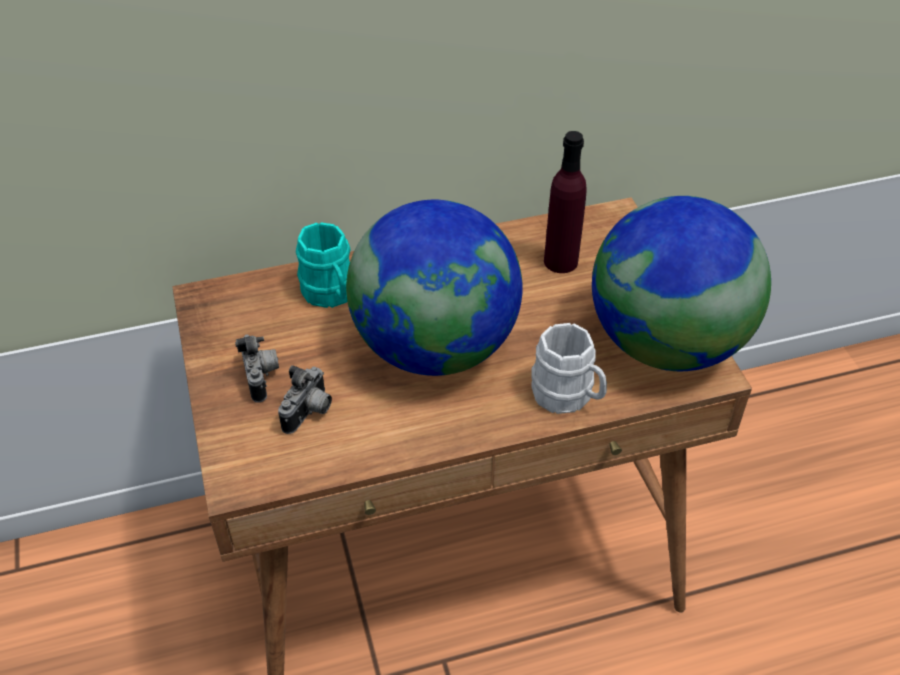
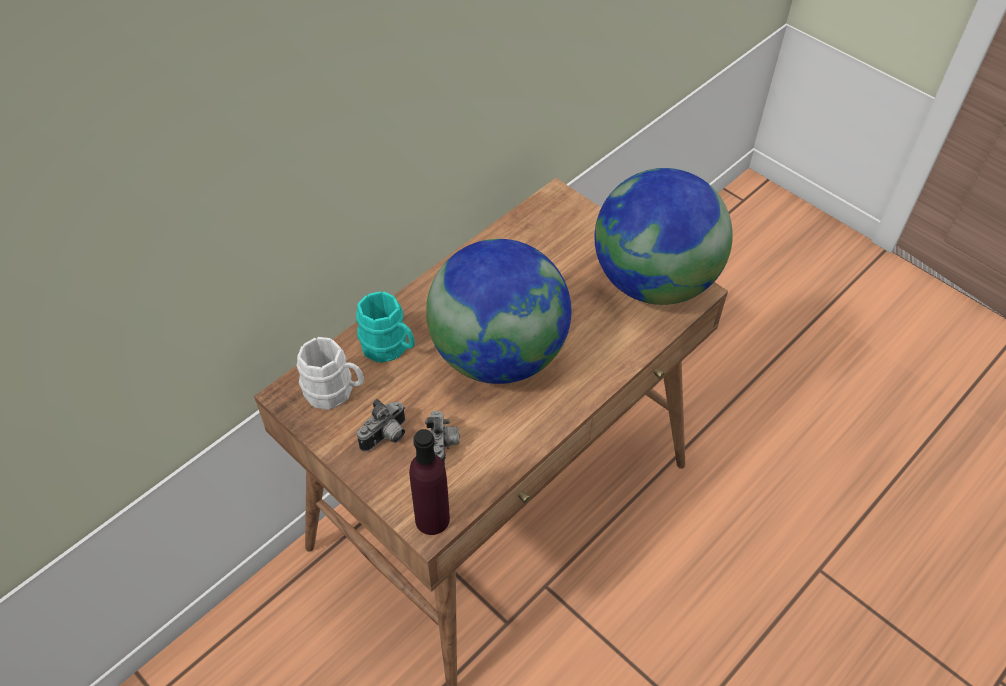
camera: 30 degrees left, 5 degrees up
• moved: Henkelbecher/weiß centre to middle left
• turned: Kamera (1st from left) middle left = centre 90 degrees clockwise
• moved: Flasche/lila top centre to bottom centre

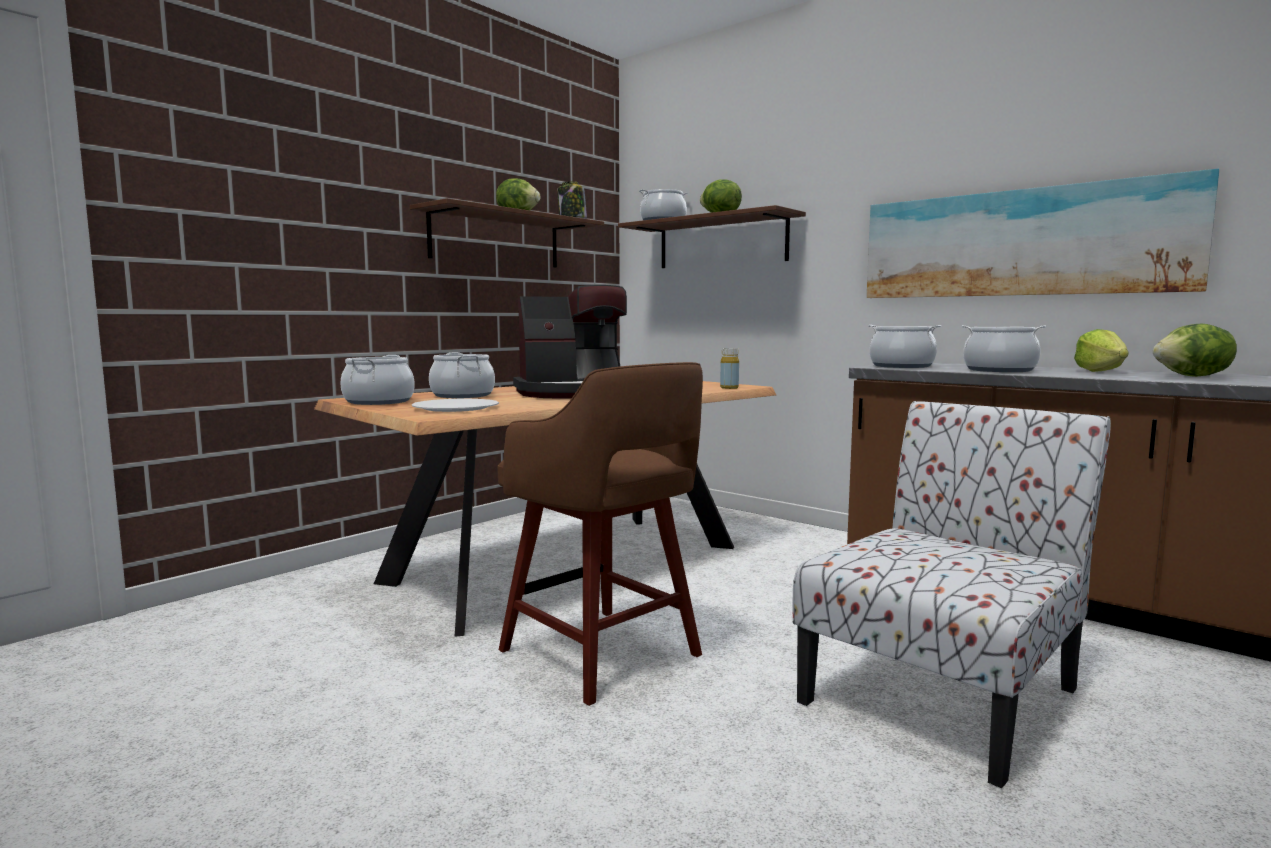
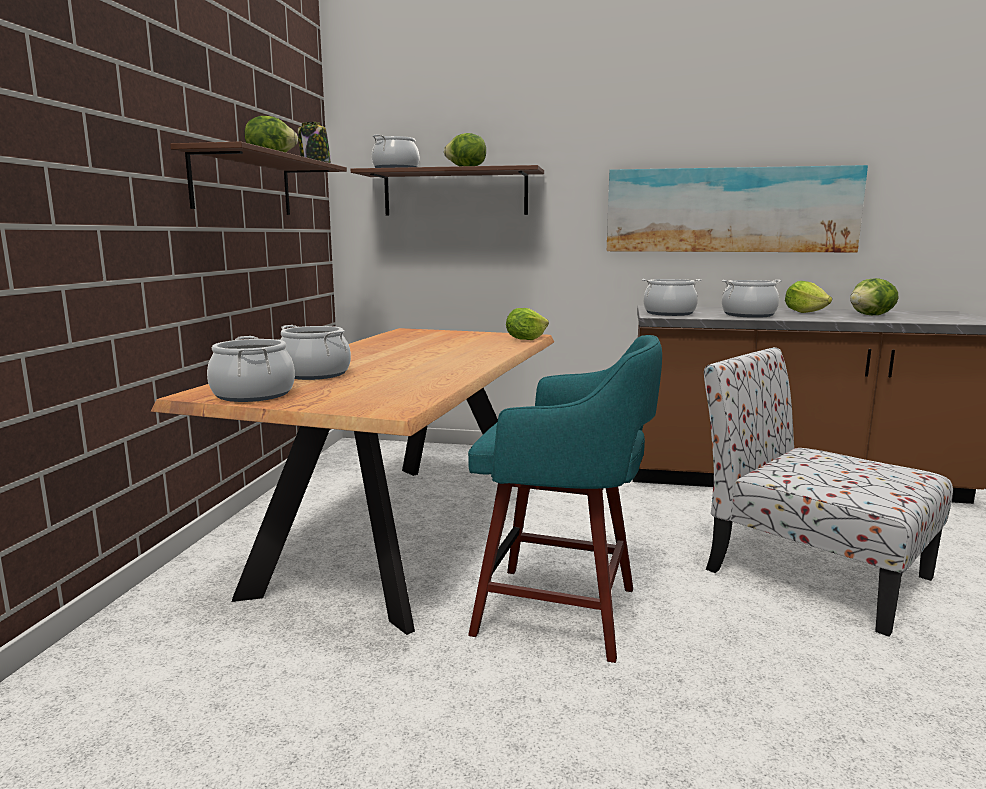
camera: 30 degrees left, 5 degrees up
• recoloured: Hocker/braun centre to Hocker/türkis centre
• replaced: Flasche/gelb centre to Salatkopf (3rd from left) centre
• turned: Stuhl bottom right = middle right 60 degrees counterclockwise
• removed: Teller/weiß centre
• removed: Kaffeemaschine centre

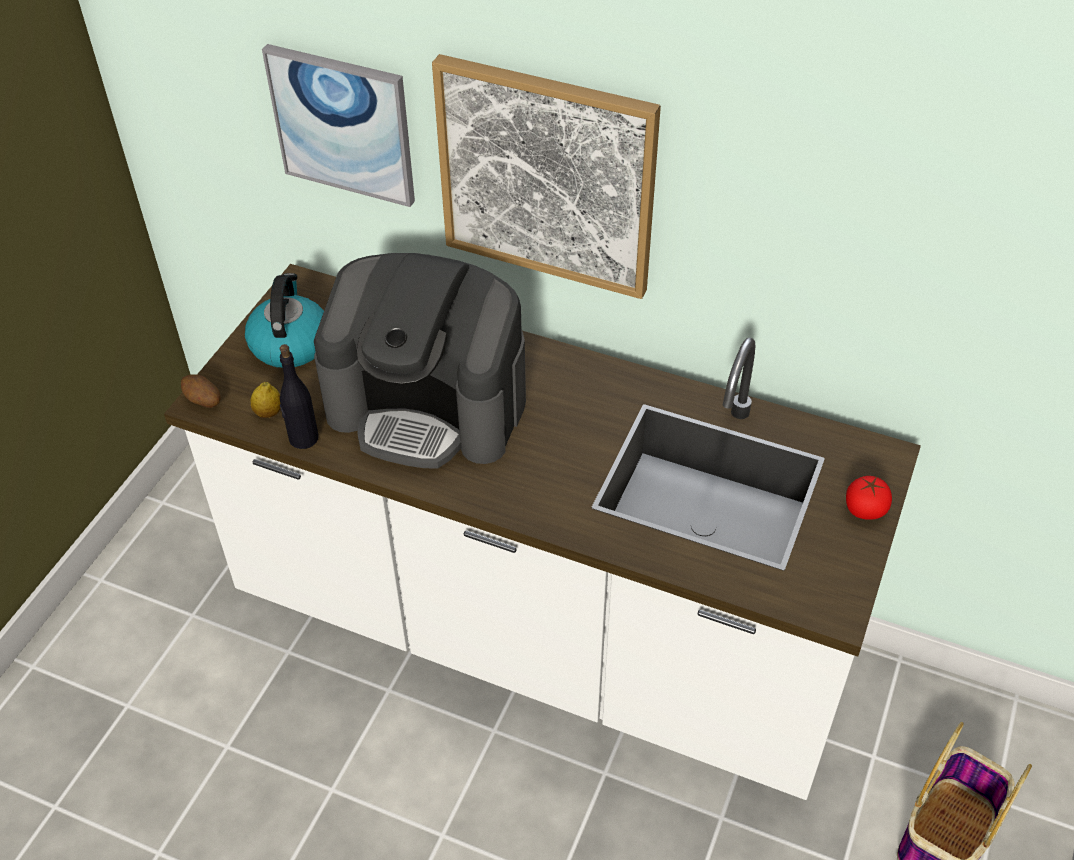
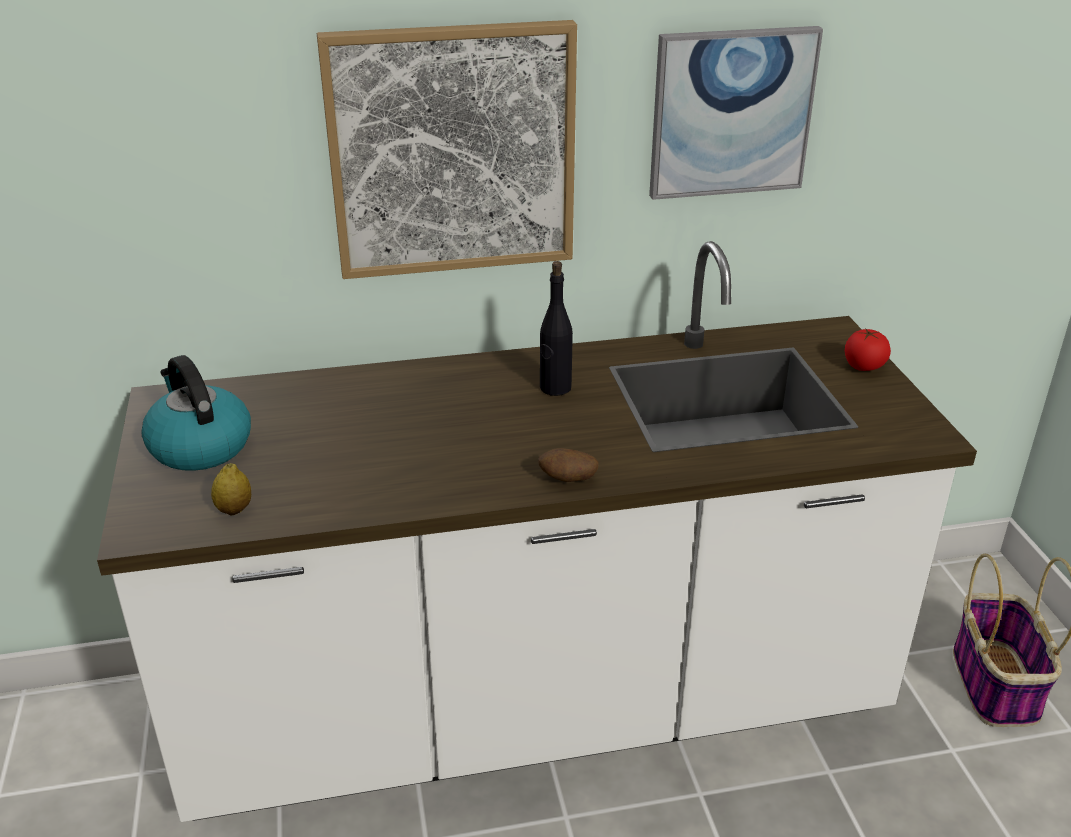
camera: 35 degrees left, 15 degrees down
• moved: Kartoffel middle left to centre
• moved: Flasche/schwarz middle left to centre
• moved: Bild (1st from left in the first image) top left to Bild (2nd from left) top right
• removed: Kaffeemaschine centre

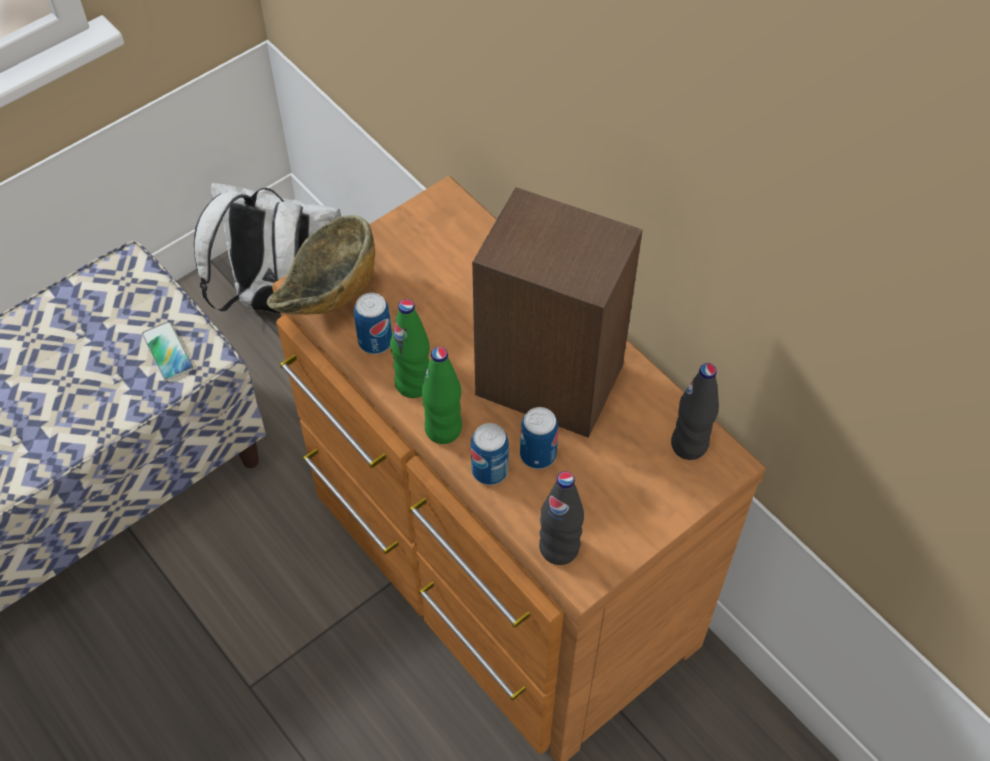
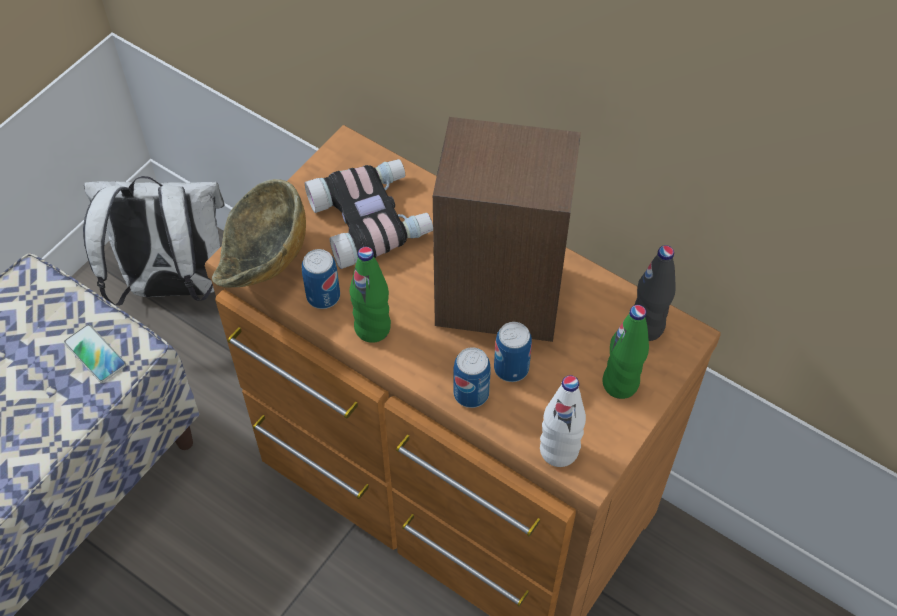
camera: 15 degrees left, 0 degrees up
• added: Fernglas centre
• recoloured: Flasche/schwarz (1st from left) bottom centre to Flasche/weiß bottom centre
• moved: Flasche/grün (2nd from left) centre to middle right

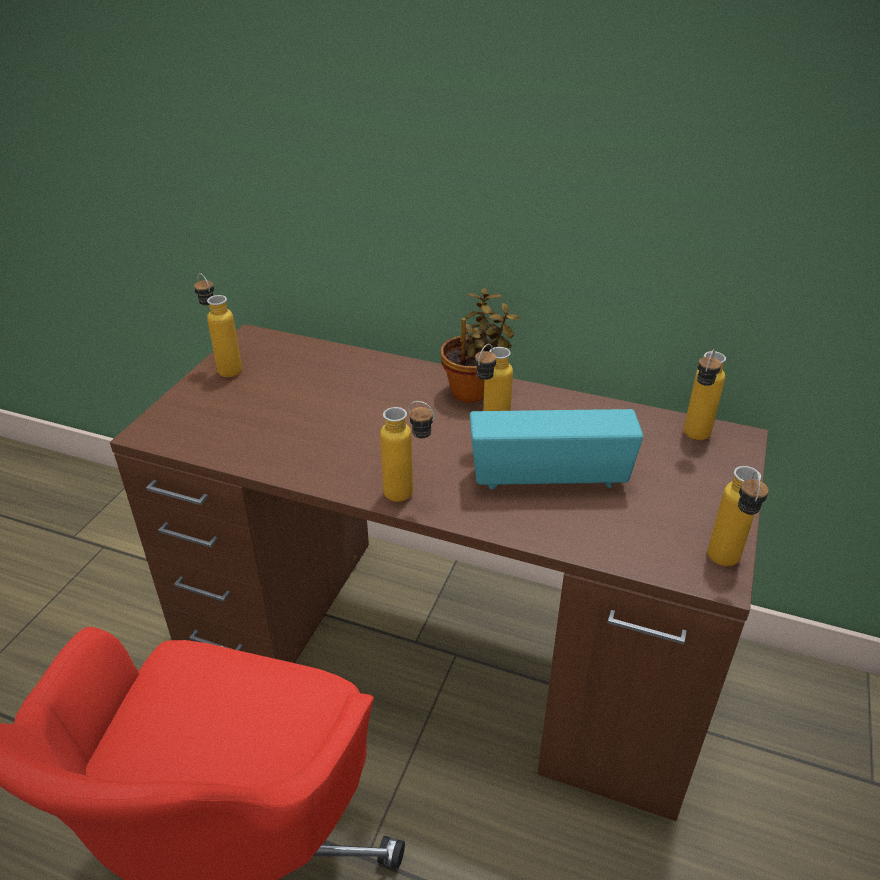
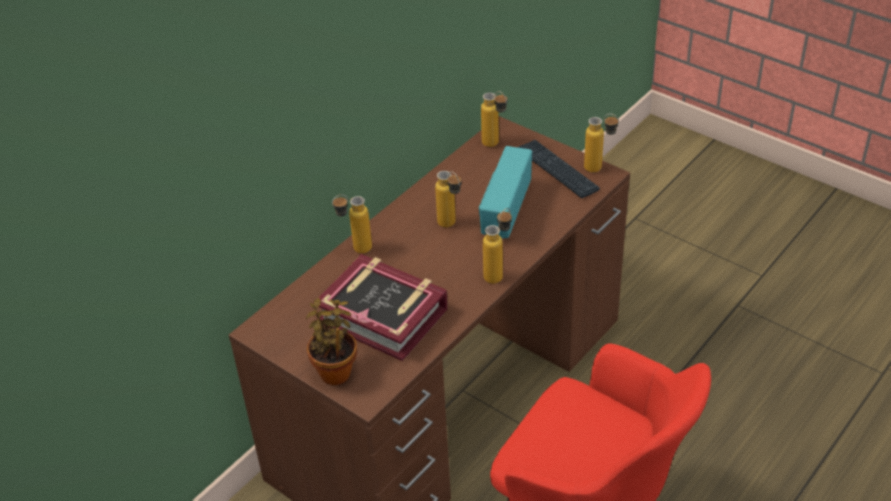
camera: 70 degrees left, 5 degrees up
• moved: Topfpflanze centre to bottom centre
• added: Buch centre
• moved: Flasche (1st from left) middle left to centre
• added: Tastatur centre

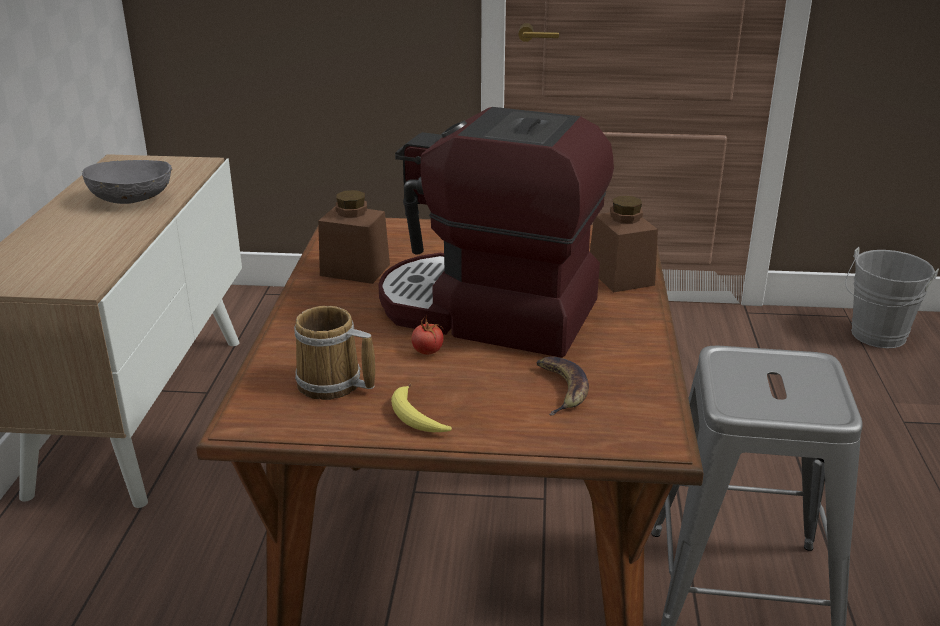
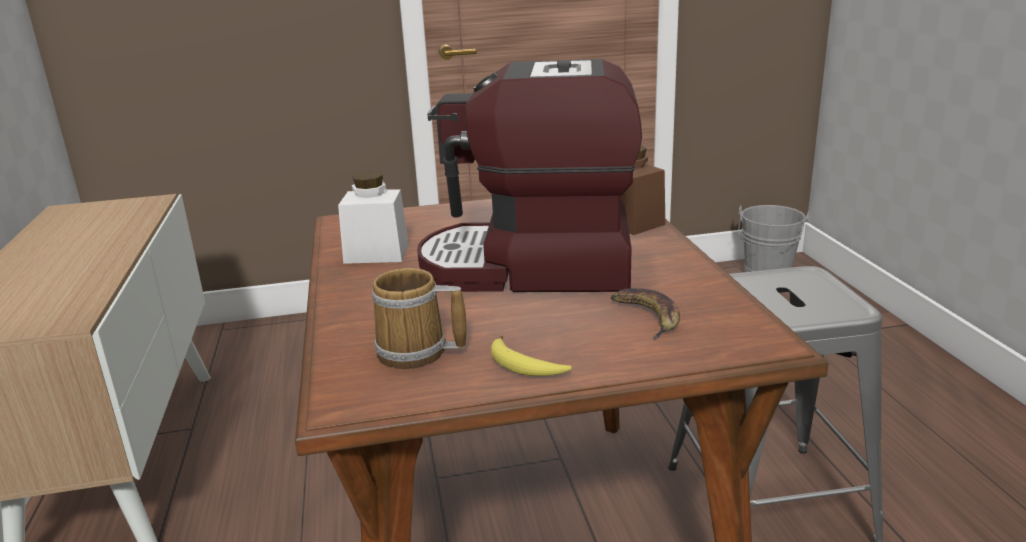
camera: 15 degrees left, 5 degrees down
• recoloured: Vorratsglas/braun (1st from left) centre to Vorratsglas/weiß centre
• removed: Schüssel/grau top left
• removed: Tomate centre

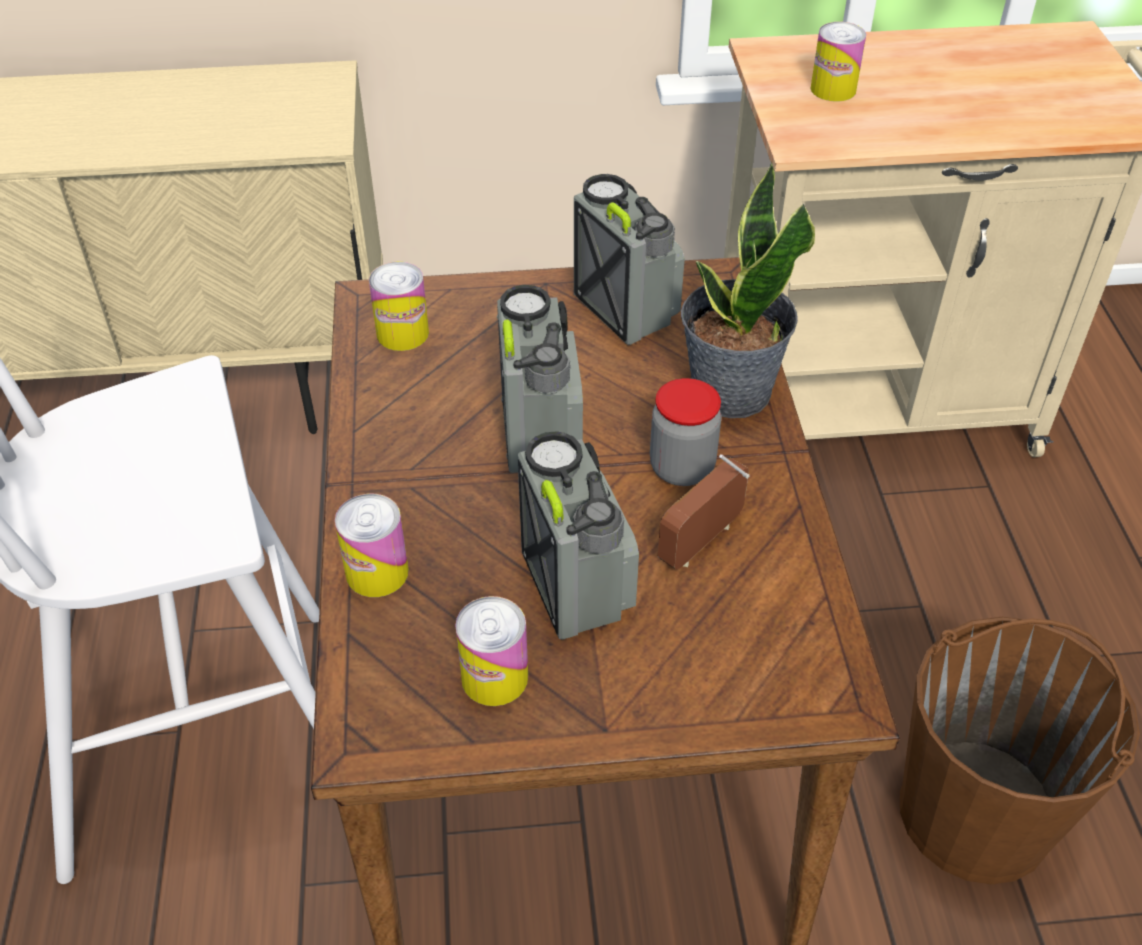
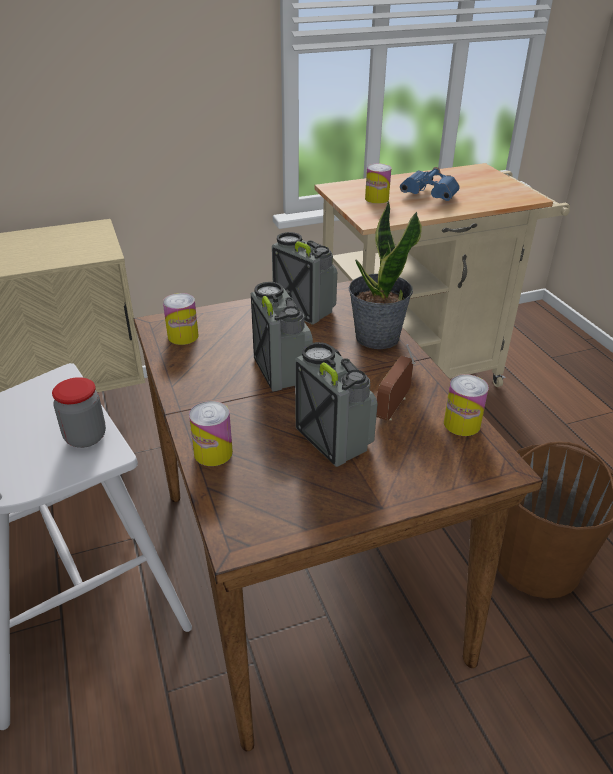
camera: 15 degrees left, 10 degrees down
• moved: Vorratsglas centre to middle left
• added: Fernglas/blau top right
• moved: Dose (3rd from left in the first image) bottom centre to Dose (4th from left) middle right

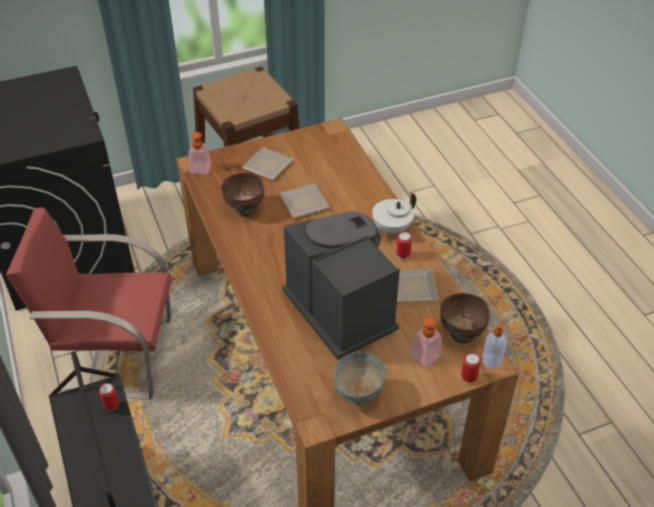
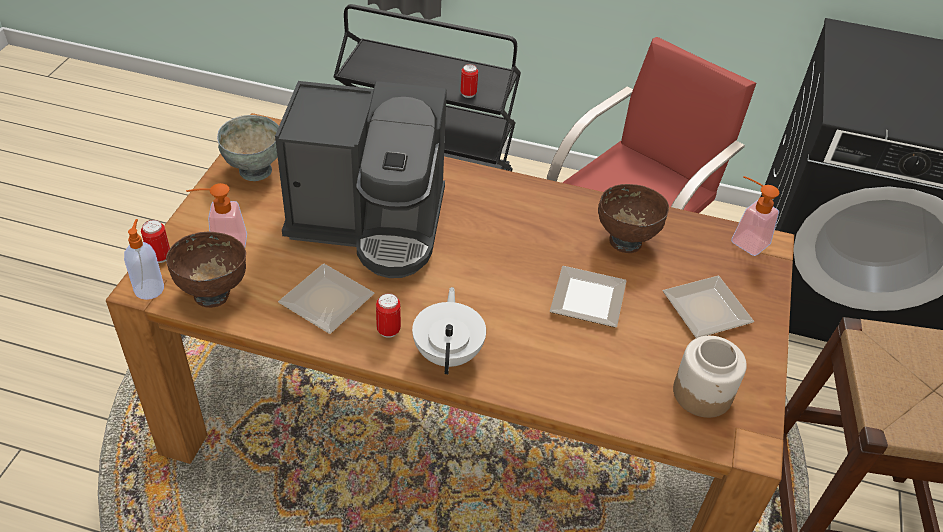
camera: 125 degrees right, 0 degrees up
• added: Vorratsglas bottom right

